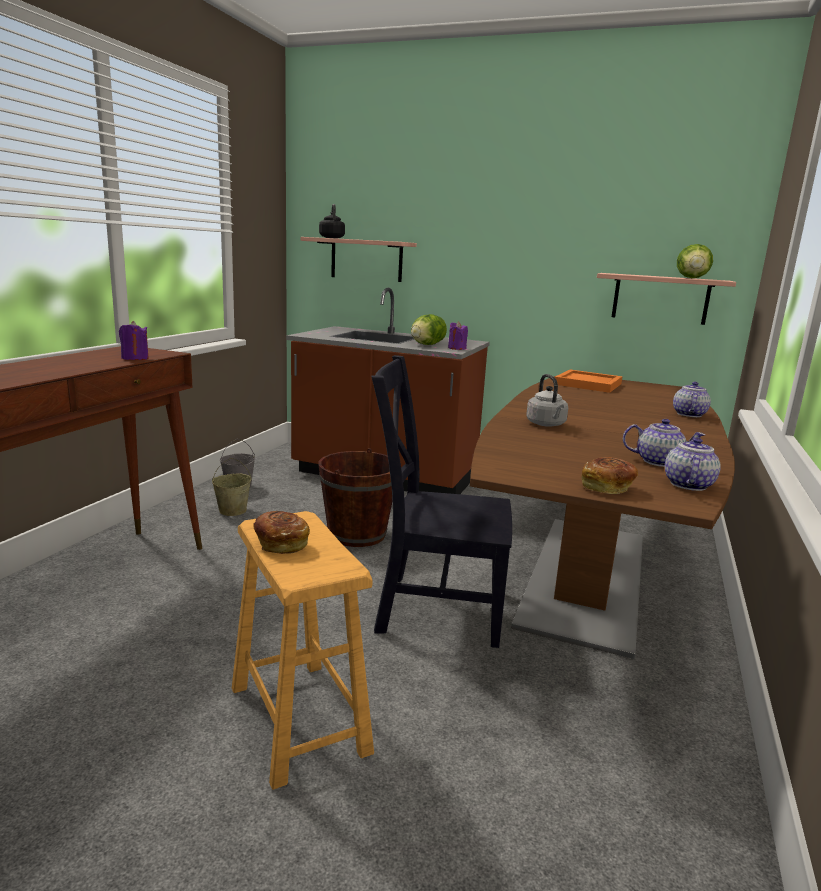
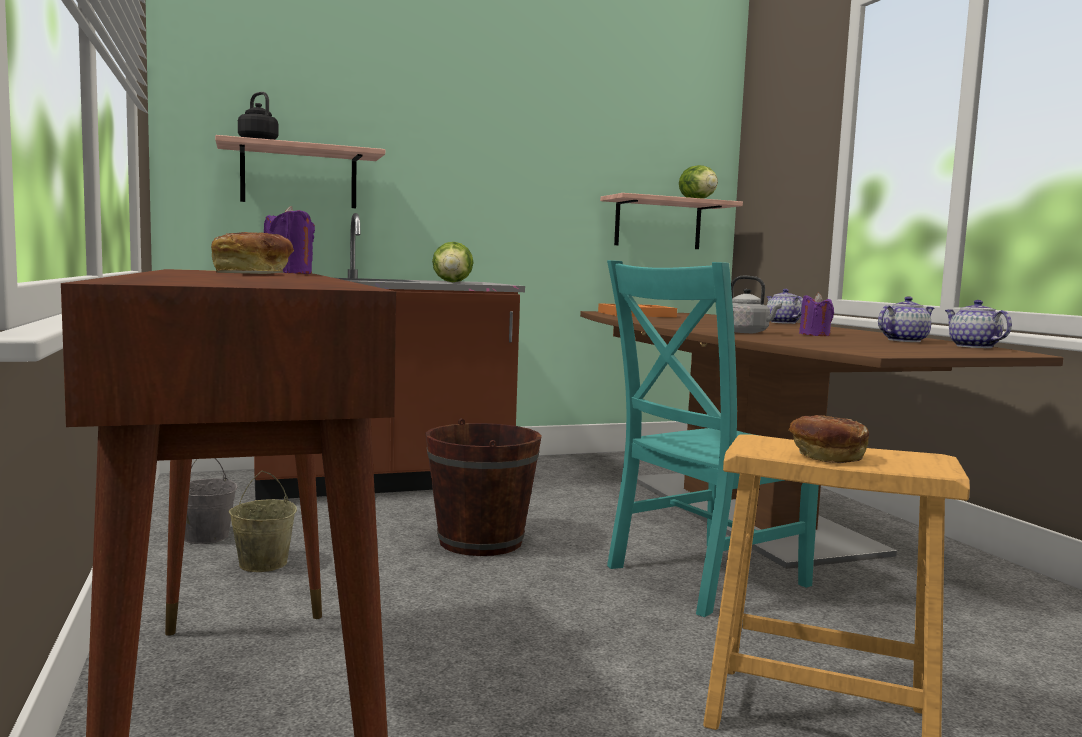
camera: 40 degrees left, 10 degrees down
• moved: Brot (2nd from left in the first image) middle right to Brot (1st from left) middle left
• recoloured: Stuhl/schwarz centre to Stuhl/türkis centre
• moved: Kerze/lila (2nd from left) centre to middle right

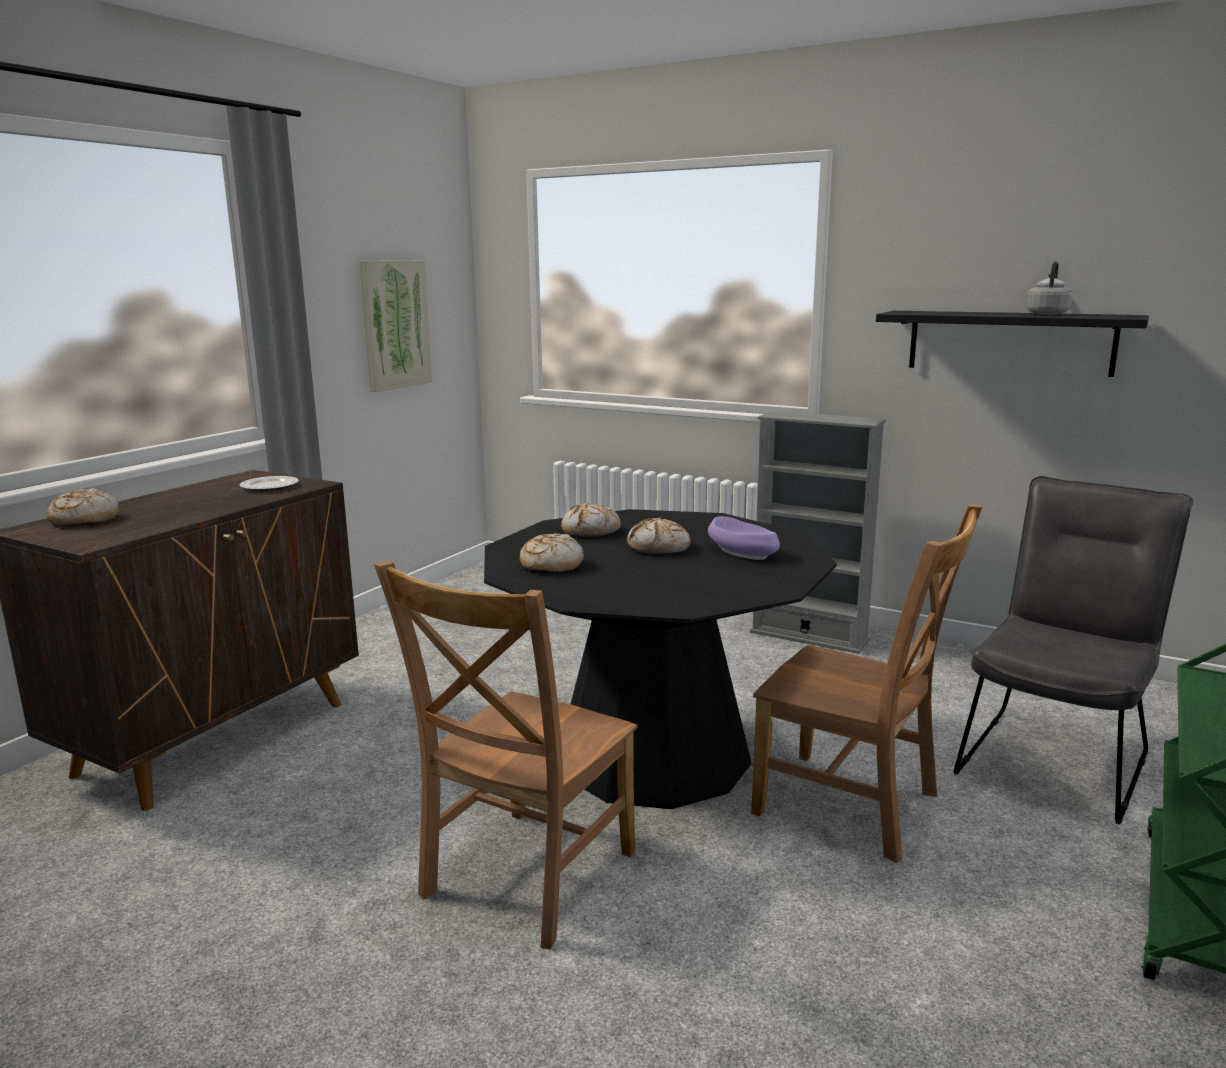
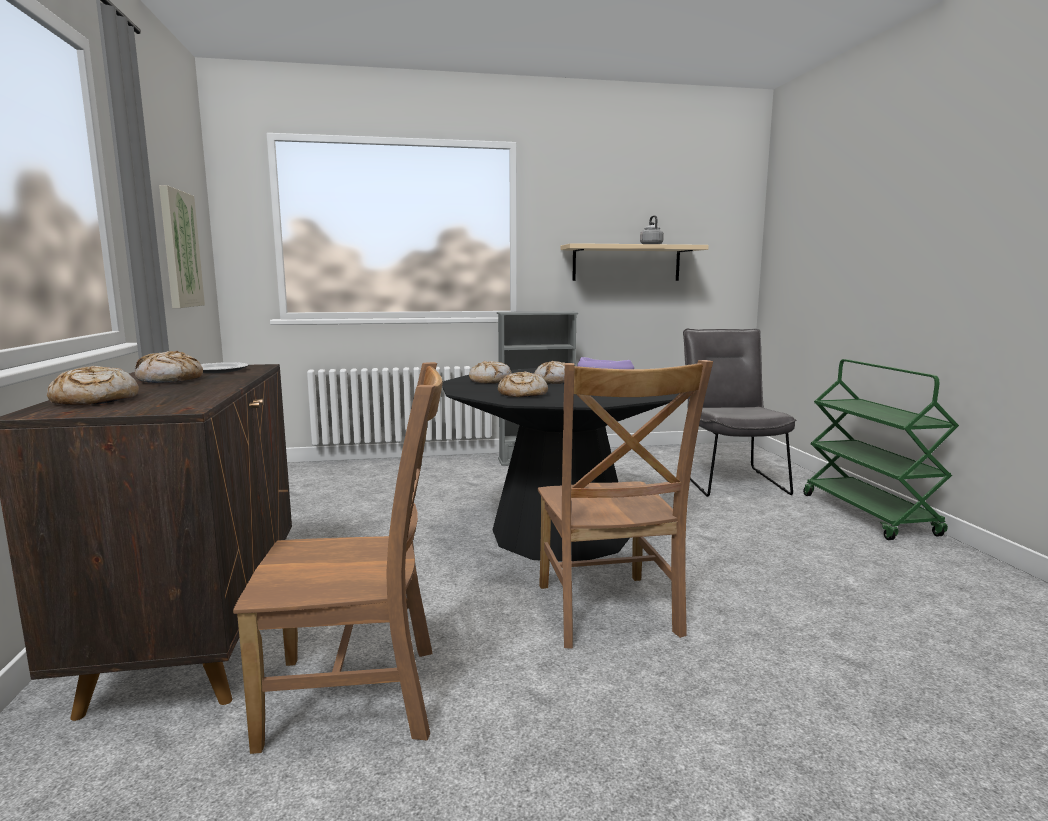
camera: 40 degrees left, 5 degrees down
• added: Brot (2nd from left) middle left
• moved: Stuhl/braun (2nd from left in the first image) middle right to Stuhl/braun (1st from left) bottom left
• recoloured: Wandregal/schwarz top right to Wandregal/beige top centre

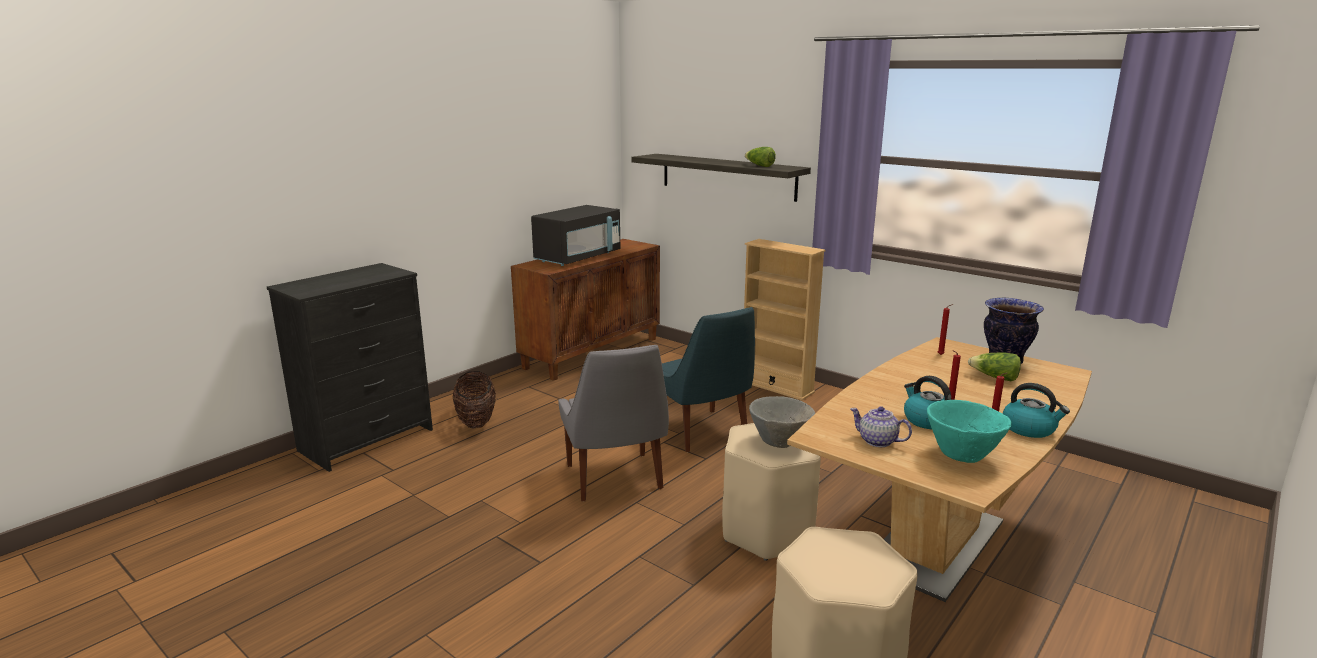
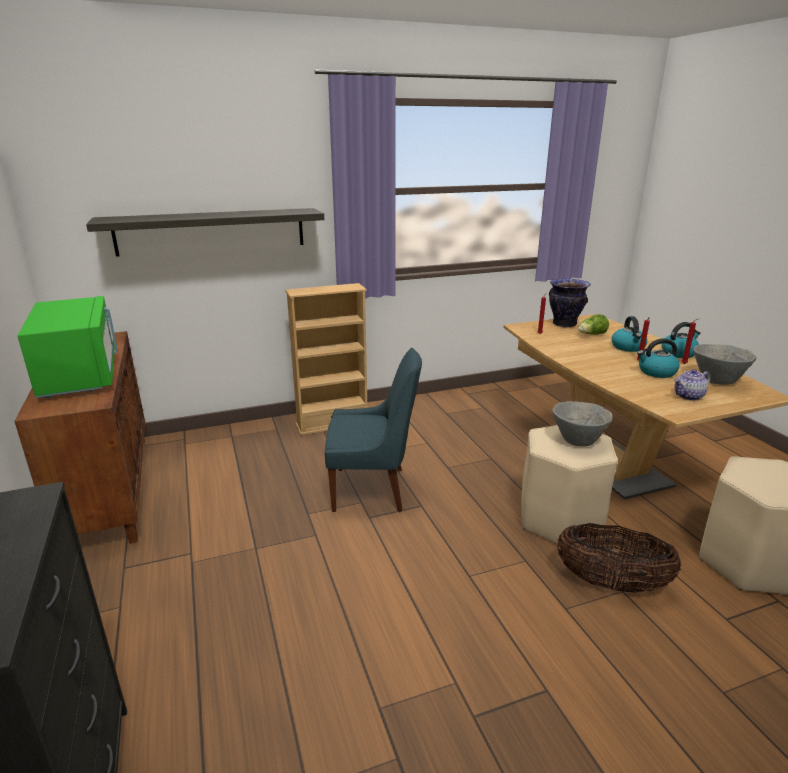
camera: 60 degrees left, 5 degrees up
• recoloured: Mikrowelle/schwarz centre to Mikrowelle/grün middle left
• moved: Korb centre to bottom right
• added: Wasserkessel (1st from left) middle right
• recoloured: Schüssel/türkis middle right to Schüssel/grau (2nd from left) middle right
• removed: Stuhl/grau centre
• removed: Salatkopf (1st from left) top centre

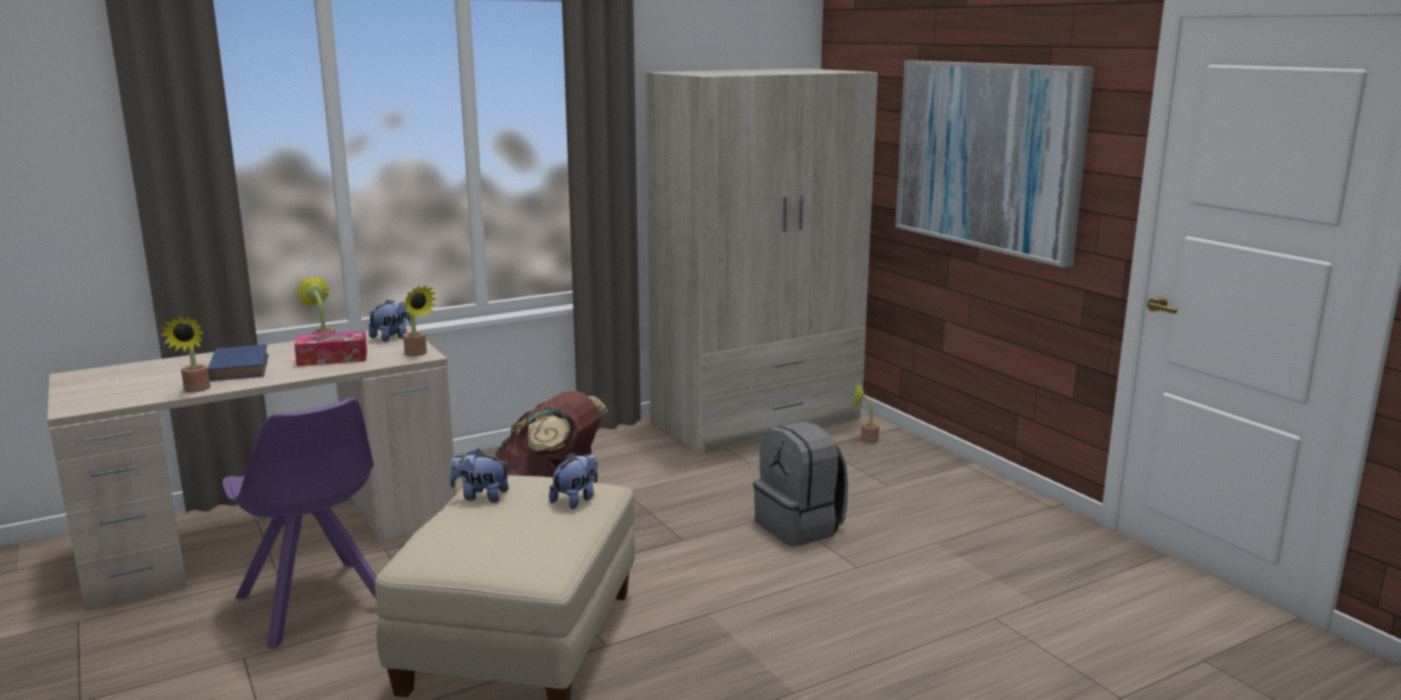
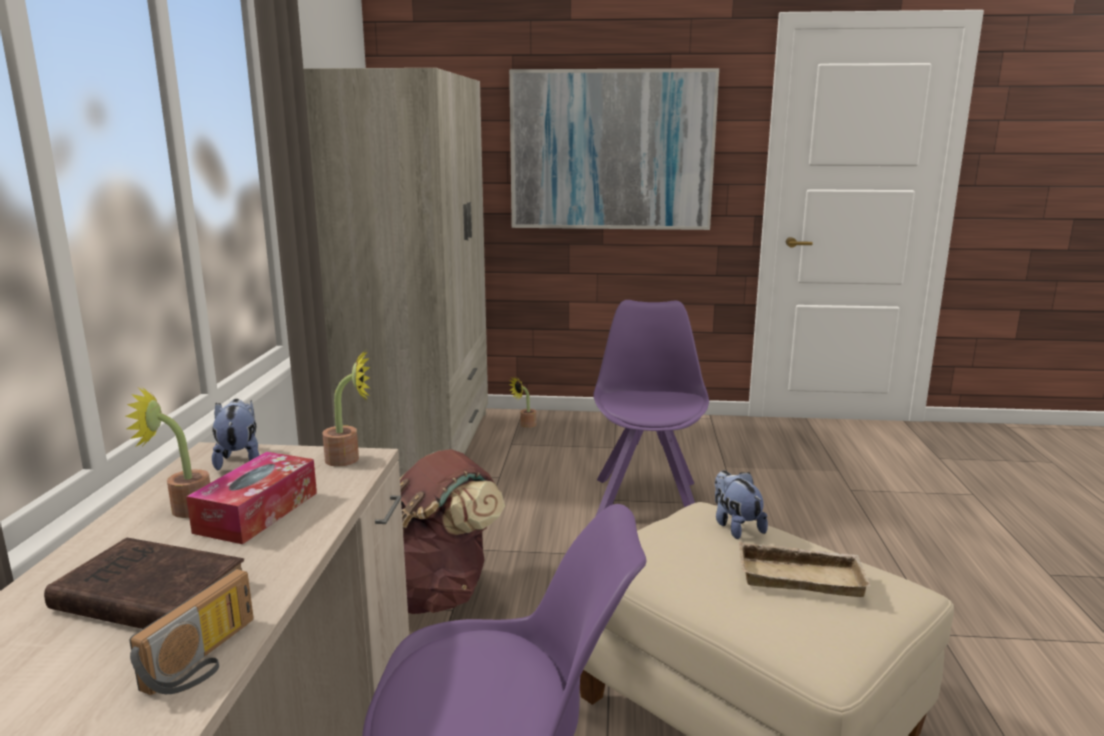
camera: 55 degrees left, 0 degrees up
• recoloured: Buch/blau middle left to Buch/braun bottom left
• replaced: Topfpflanze (1st from left) middle left to Radio bottom left
• replaced: Rucksack/grau bottom centre to Stuhl/lila (2nd from left) centre
• added: Tablett/beige bottom right
• removed: Plüschtier (2nd from left) bottom centre

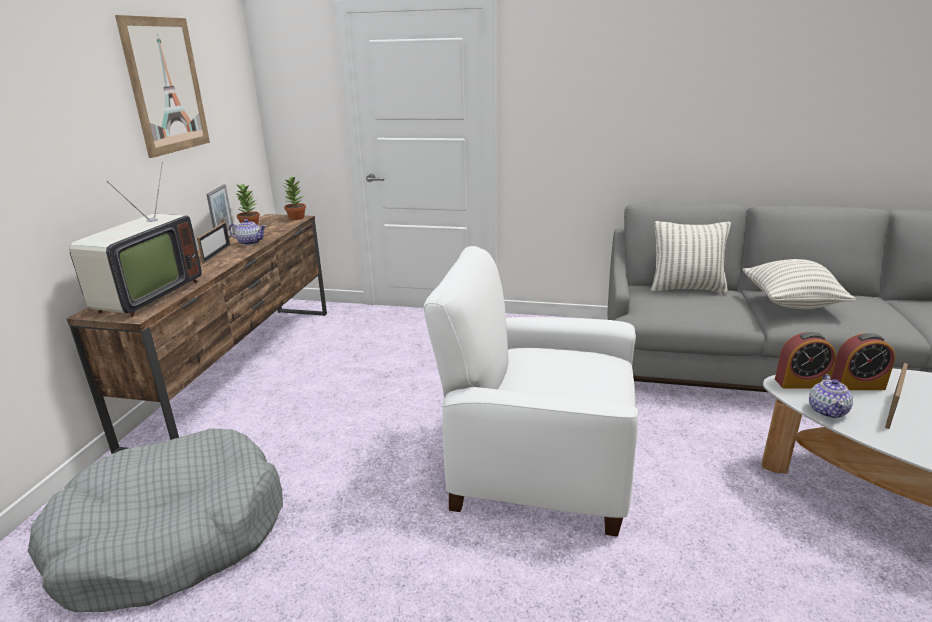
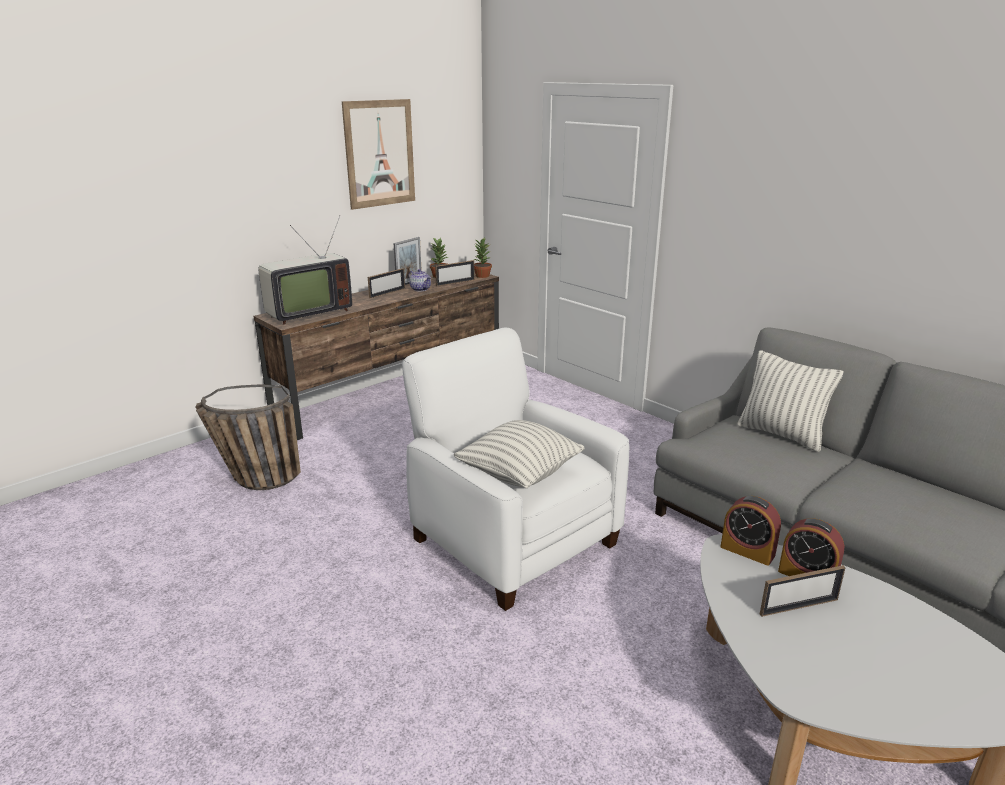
camera: 35 degrees right, 0 degrees up
• replaced: Hundebett/grau bottom left to Korb middle left
• added: Bilderrahmen (3rd from left) centre
• moved: Kissen (2nd from left in the first image) middle right to Kissen (1st from left) centre
• removed: Teekanne (2nd from left) middle right

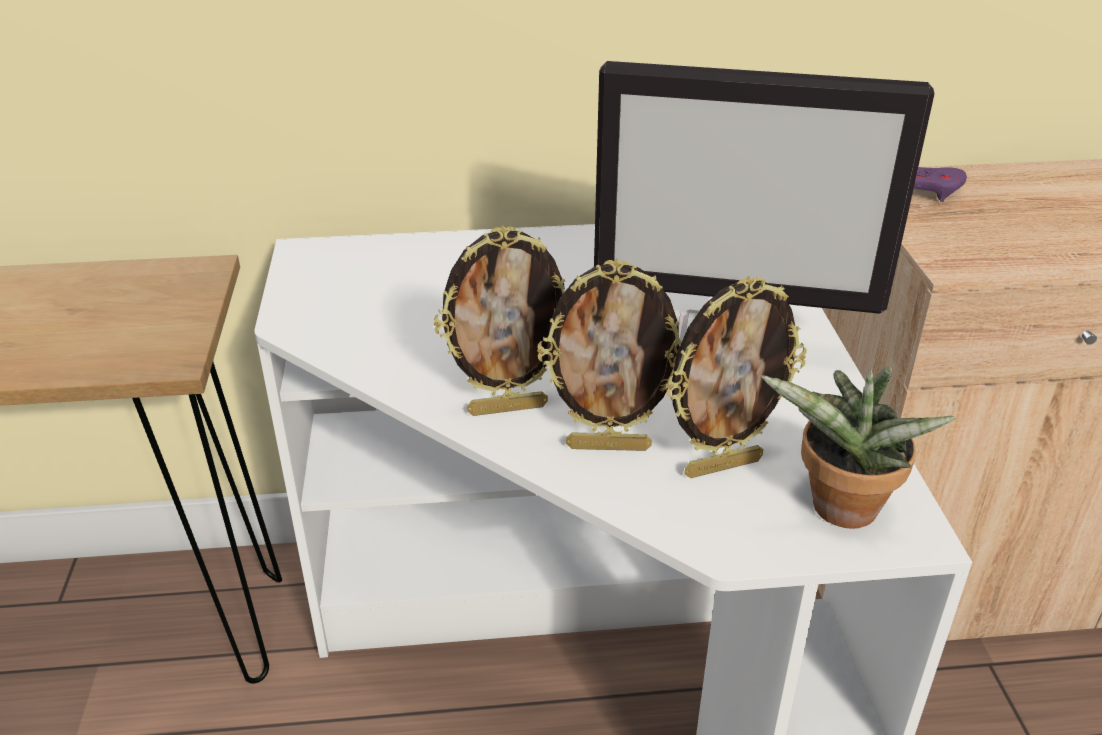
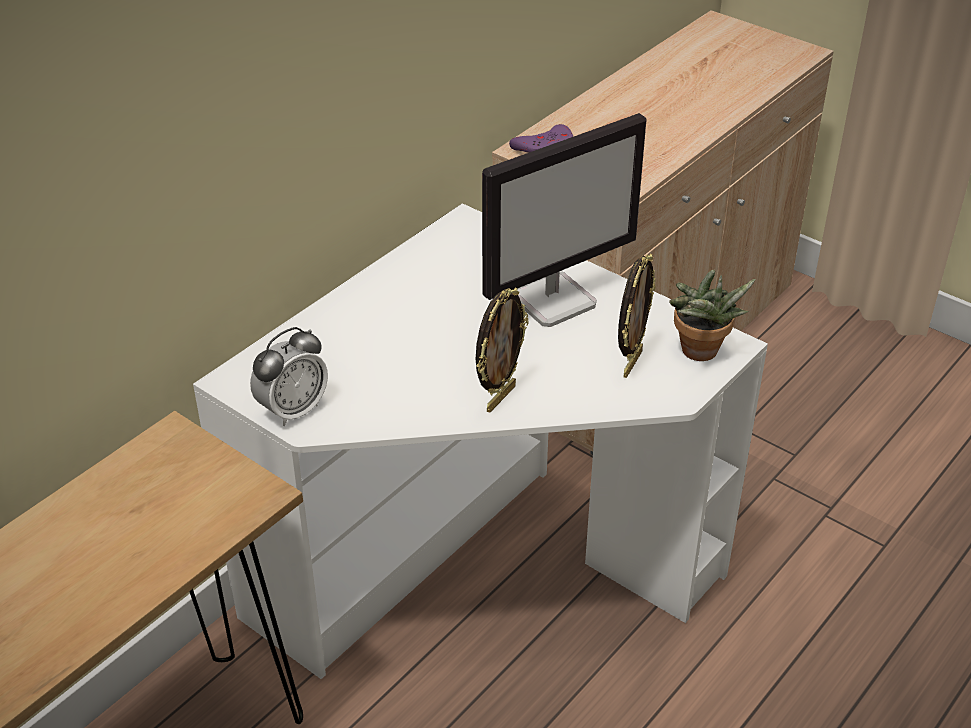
camera: 45 degrees left, 5 degrees up
• added: Wecker middle left
• removed: Bilderrahmen (2nd from left) centre

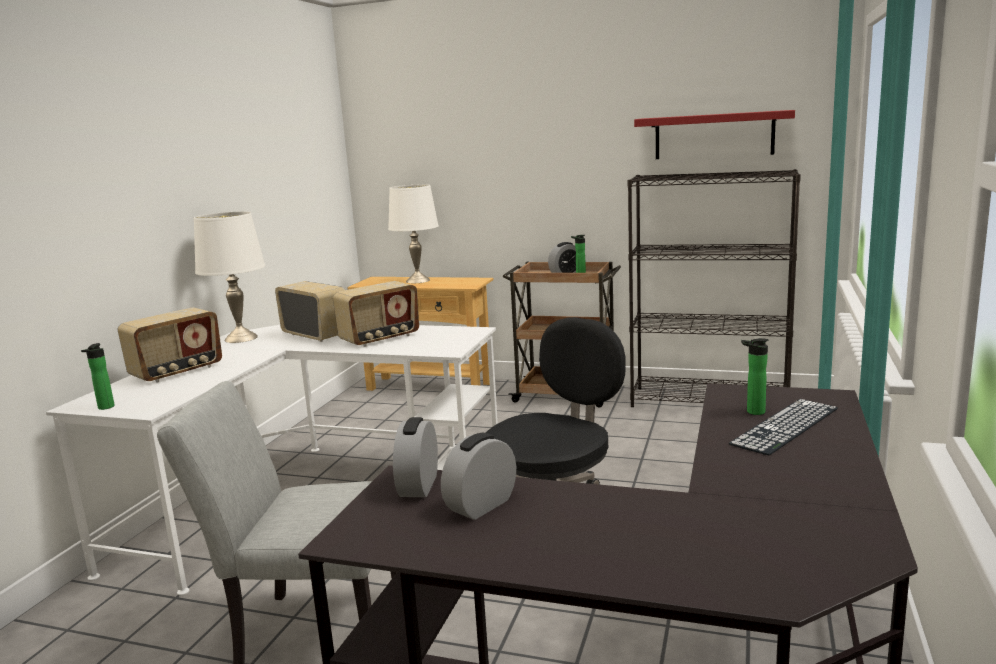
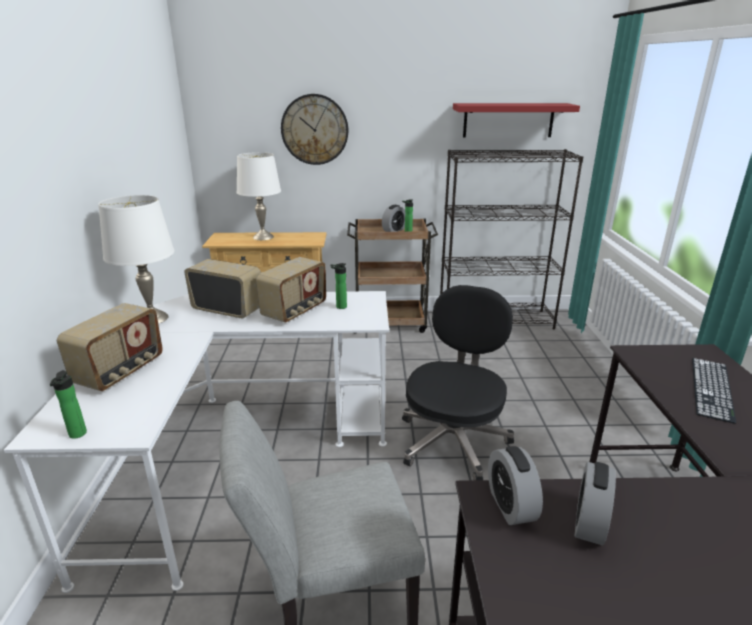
camera: 20 degrees left, 10 degrees up
• added: Wanduhr top centre
• moved: Flasche (3rd from left in the first image) middle right to Flasche (2nd from left) centre

